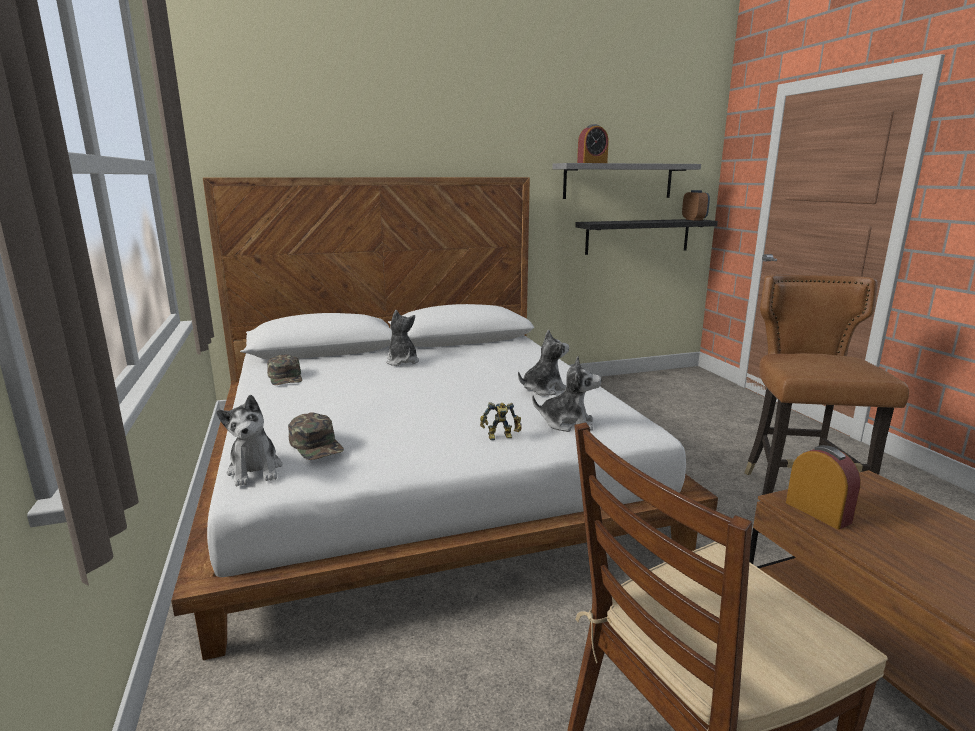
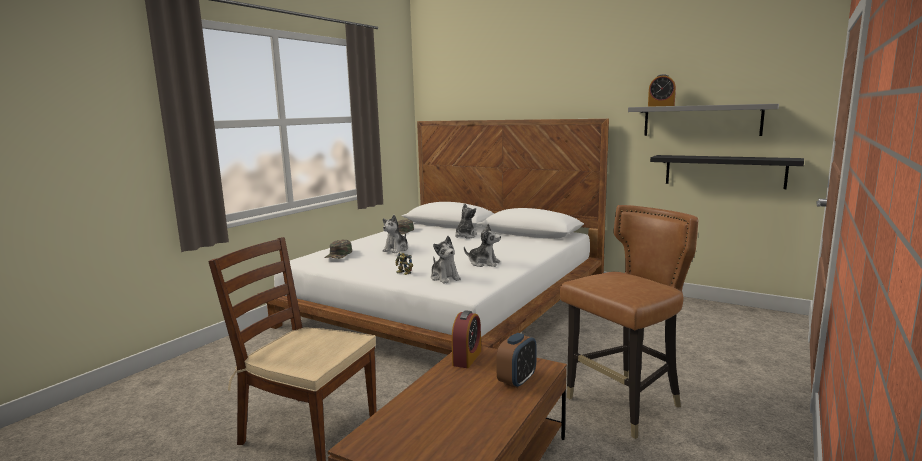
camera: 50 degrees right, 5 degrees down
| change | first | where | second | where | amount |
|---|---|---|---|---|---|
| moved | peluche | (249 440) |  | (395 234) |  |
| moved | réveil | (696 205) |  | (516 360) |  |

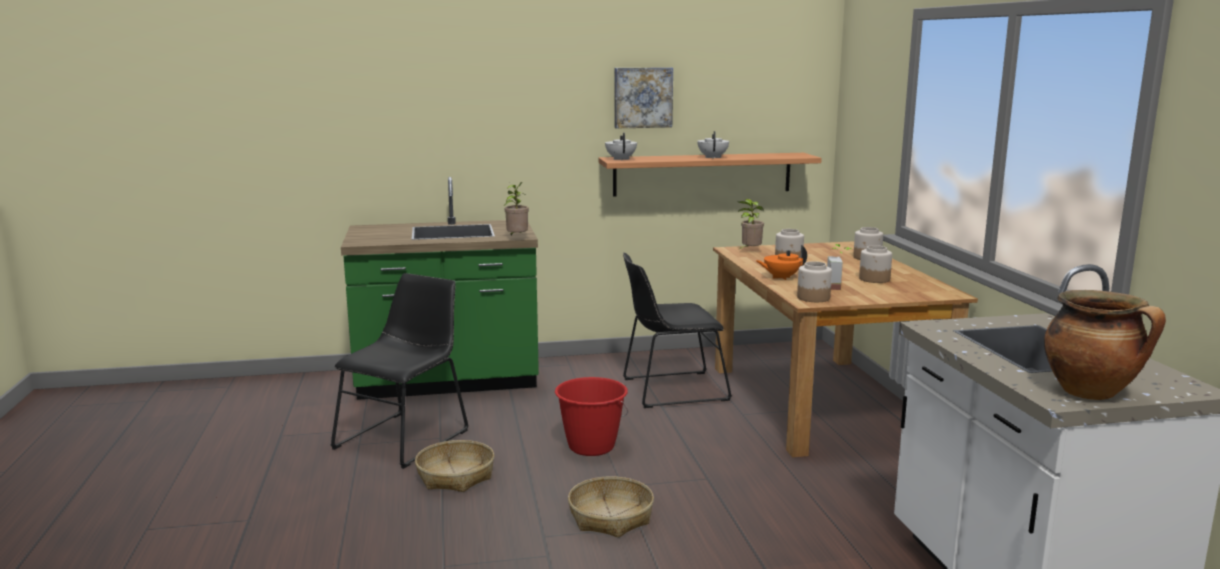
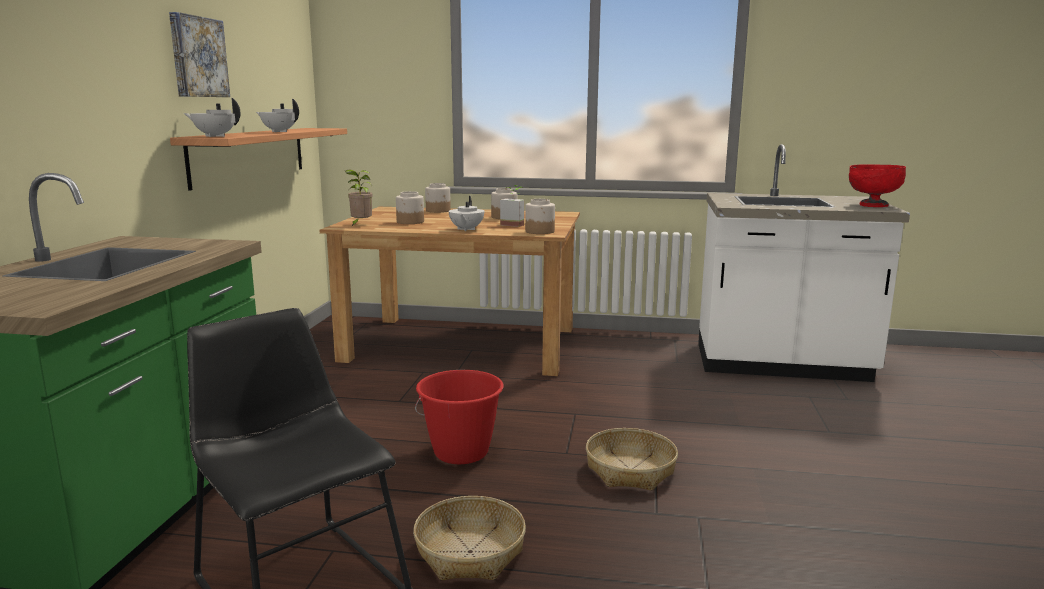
camera: 70 degrees left, 0 degrees up
| change | first | where | second | where | amount |
|---|---|---|---|---|---|
| recoloured | théière (orange) | (781 262) | théière (blanc) | (466 213) |  |
| replaced | marmite | (1105 345) | bol (rouge) | (877 185) |  |
| removed | plante en pot | (516 209) |  |  |  |
| removed | chaise (noir) | (677 330) |  |  |  |

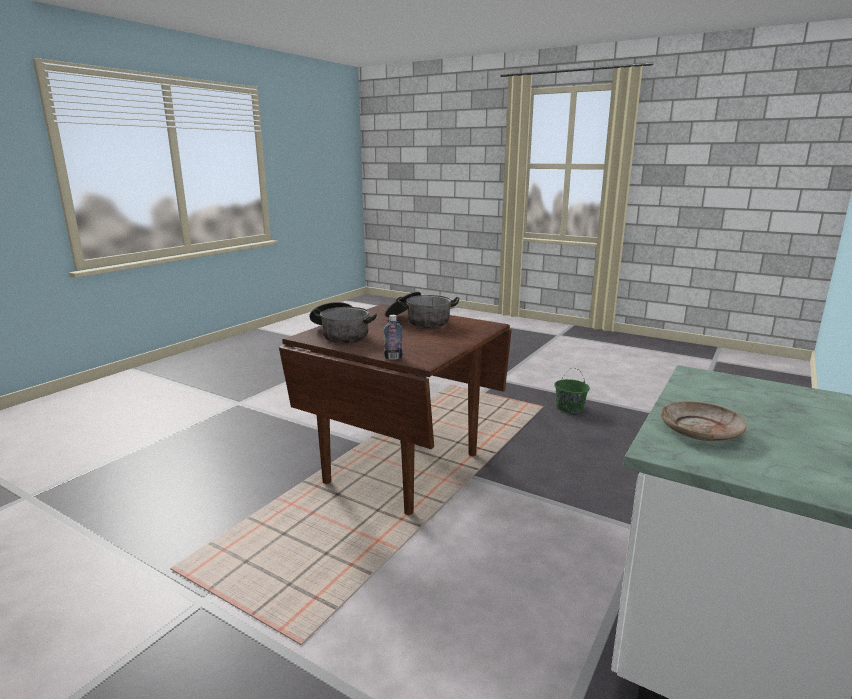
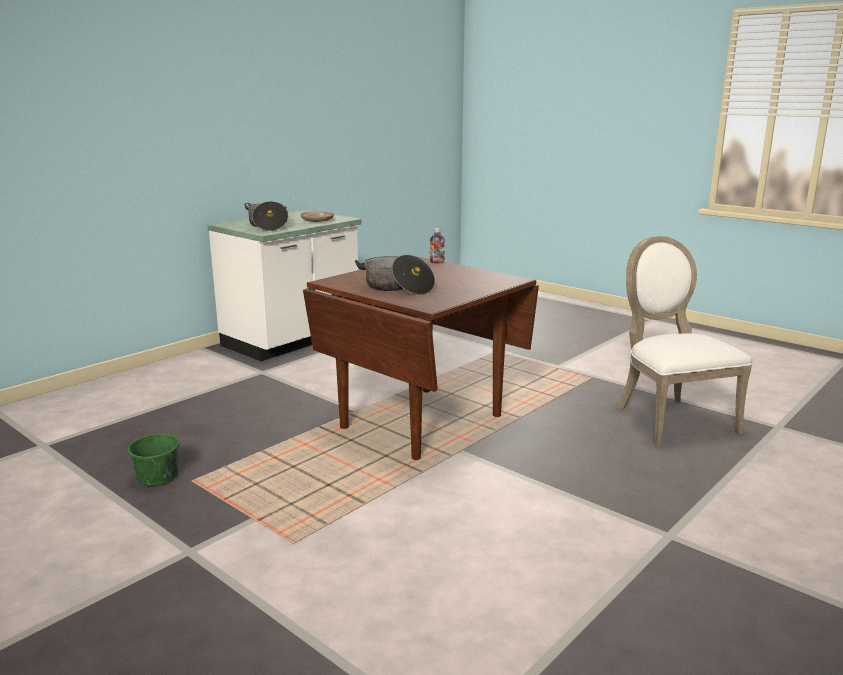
camera: 170 degrees left, 0 degrees up
| change | first | where | second | where | amount |
|---|---|---|---|---|---|
| moved | marmite | (343 322) |  | (266 216) |  |
| added |  |  | chaise (blanc) | (685 341) |  |

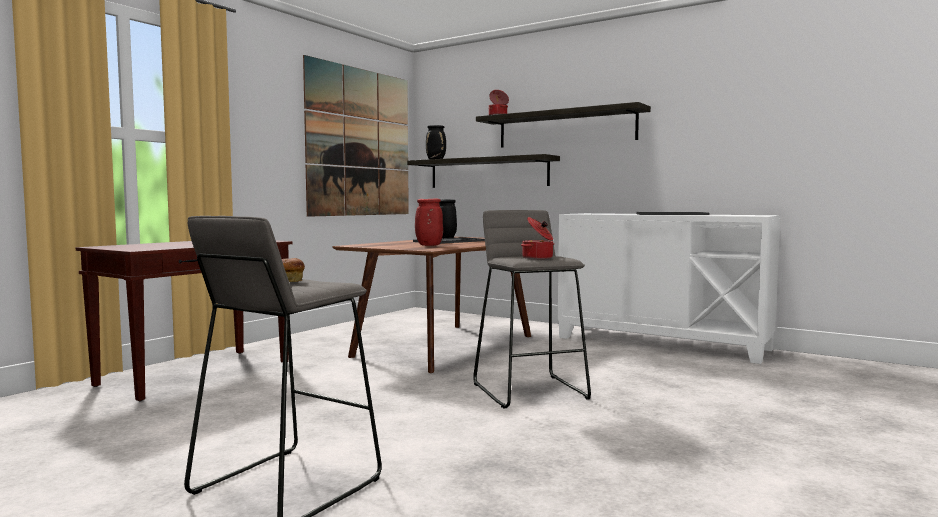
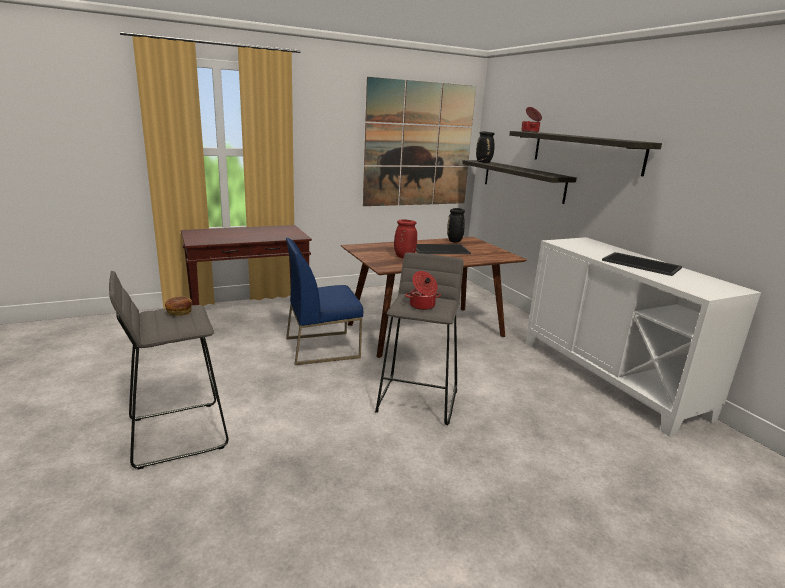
camera: 30 degrees right, 15 degrees up
| change | first | where | second | where | amount |
|---|---|---|---|---|---|
| added |  |  | chaise (bleu) | (324 301) |  |

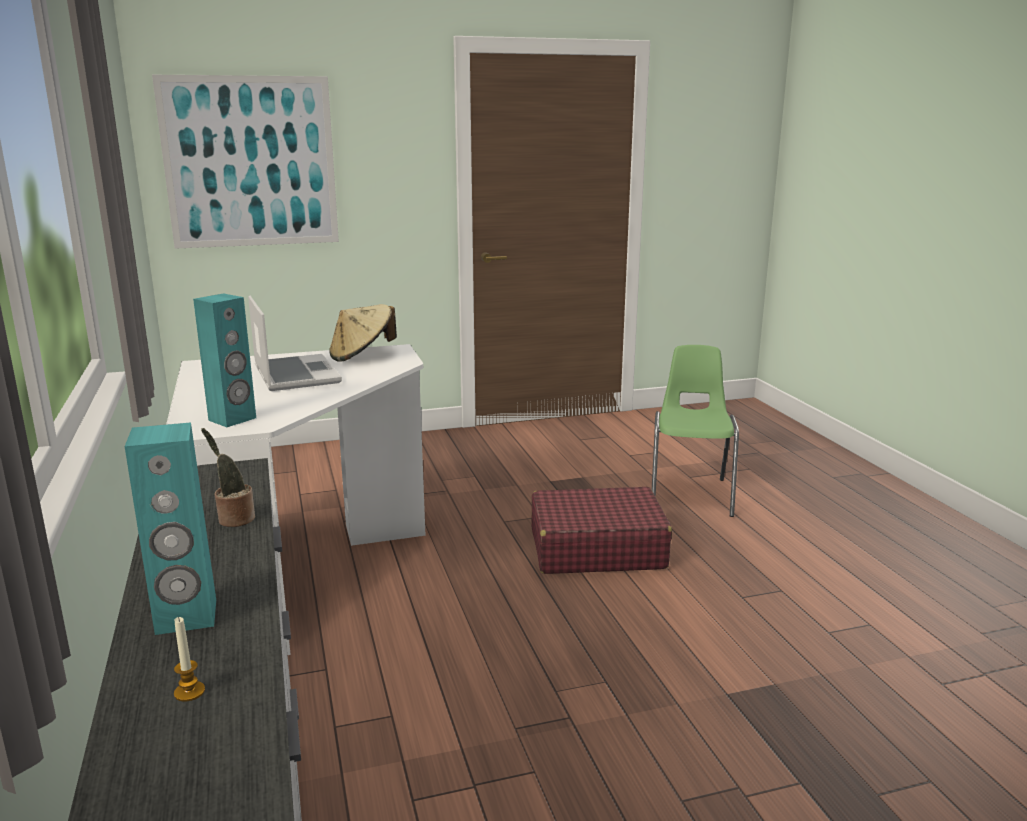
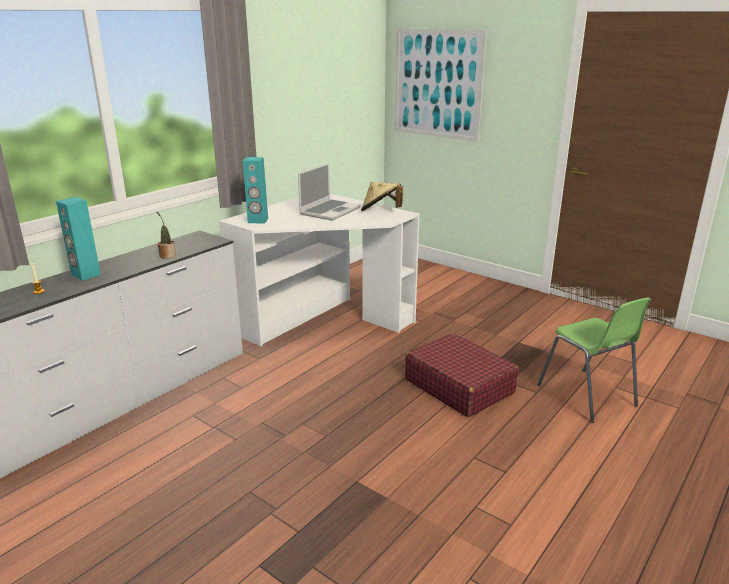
camera: 55 degrees right, 5 degrees up
| change | first | where | second | where | amount |
|---|---|---|---|---|---|
| turned | chaise (vert) | (695 431) |  | (594 360) | 90 degrees clockwise |

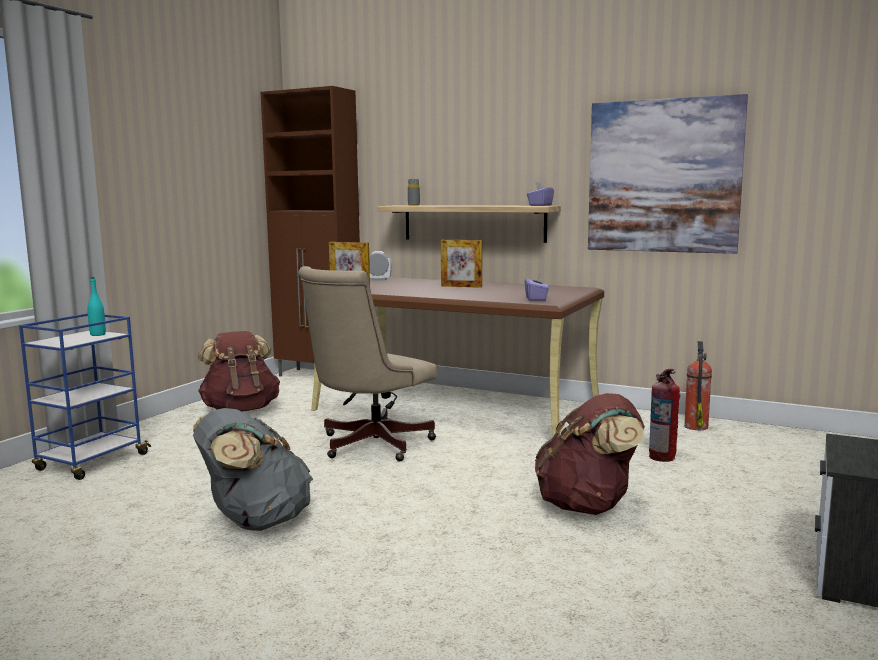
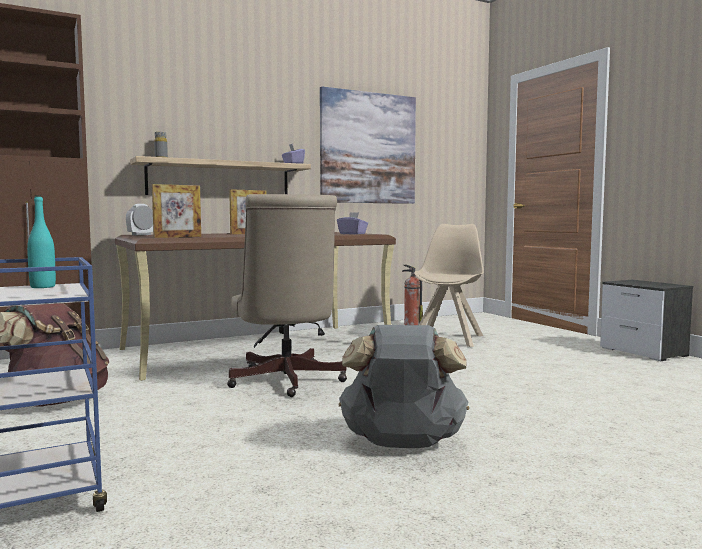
camera: 55 degrees left, 5 degrees down
| change | first | where | second | where | amount |
|---|---|---|---|---|---|
| replaced | extincteur | (664 415) | chaise (beige) | (449 285) |  |
| removed | sac à dos (marron) | (590 454) |  |  |  |

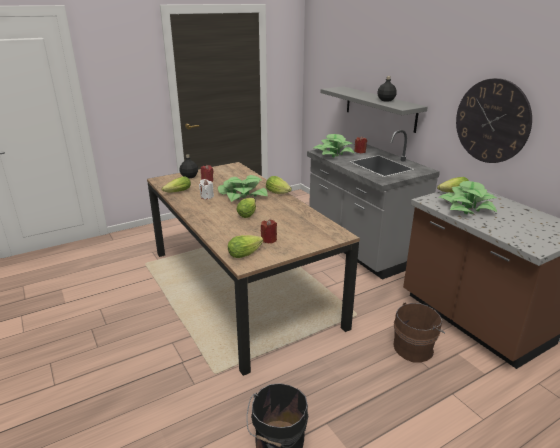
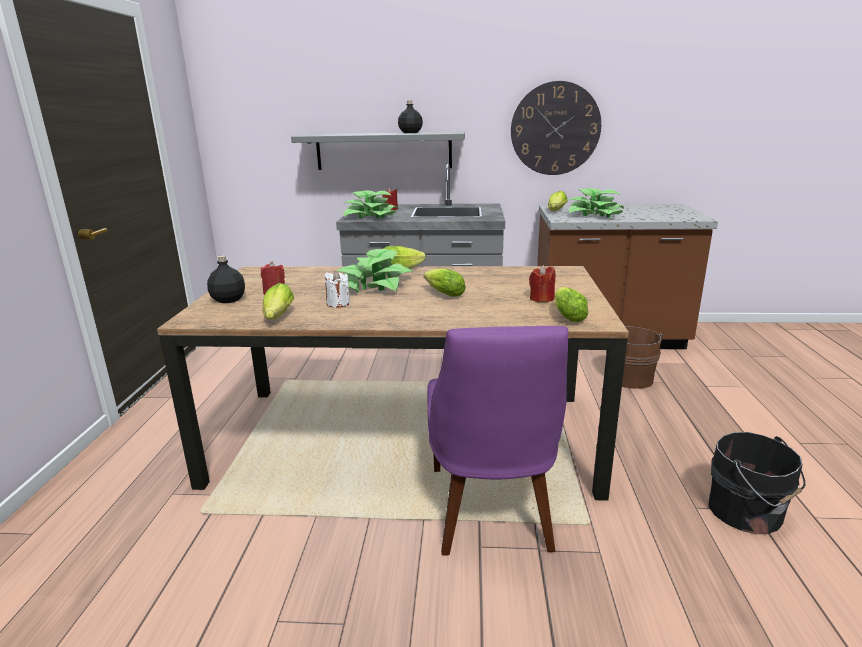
camera: 55 degrees left, 5 degrees down
| change | first | where | second | where | amount |
|---|---|---|---|---|---|
| added |  |  | chaise (violet) | (497 441) |  |

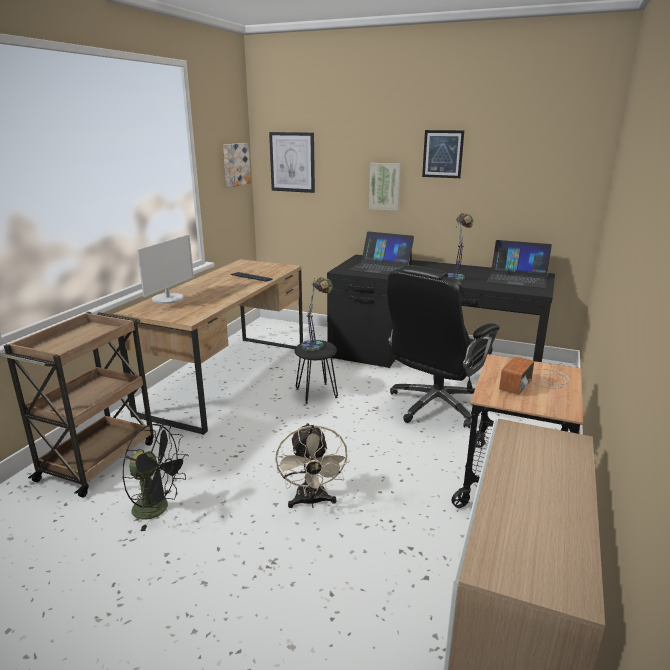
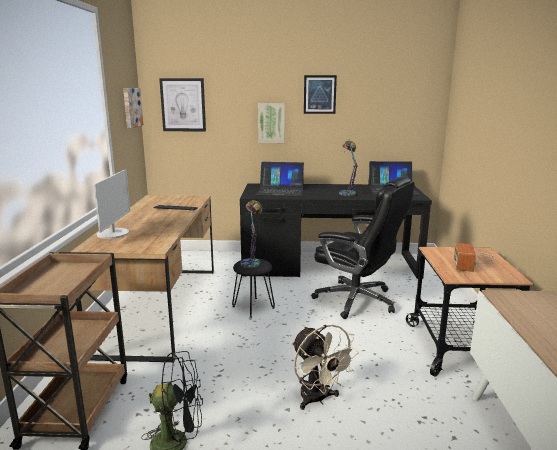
camera: 20 degrees left, 5 degrees down
| change | first | where | second | where | amount |
|---|---|---|---|---|---|
| turned | chaise de bureau (noir) | (443 346) |  | (363 248) | 75 degrees counterclockwise |

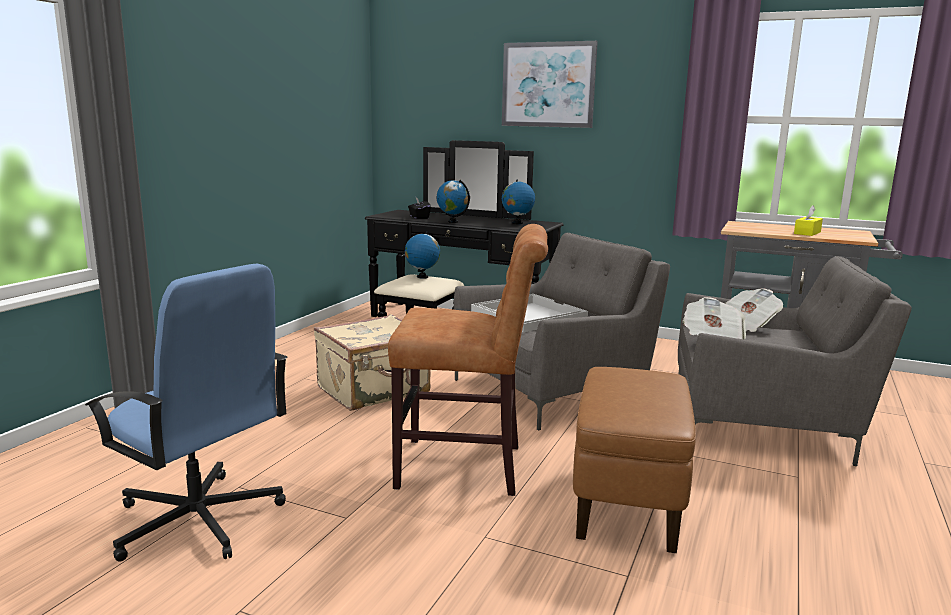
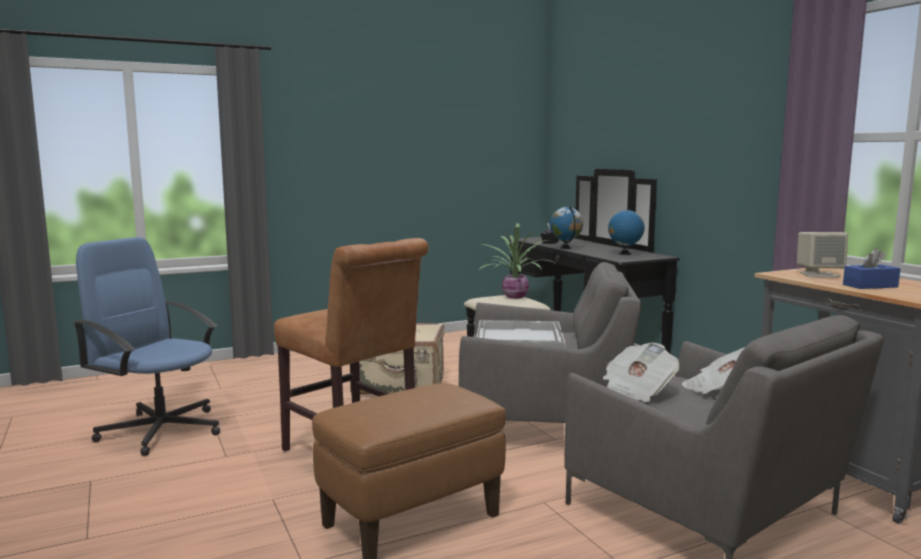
camera: 40 degrees right, 5 degrees down
| change | first | where | second | where | amount |
|---|---|---|---|---|---|
| turned | chaise de bureau (bleu) | (186 413) |  | (147 346) | 135 degrees clockwise |
| replaced | globe | (422 255) | plante en pot | (518 261) |  |
| added |  |  | enceinte (beige) | (822 254) |  |
| recoloured | boîte à mouchoirs (jaune) | (808 221) | boîte à mouchoirs (bleu) | (872 268) |  |
| removed | tableau | (550 84) |  |  |  |

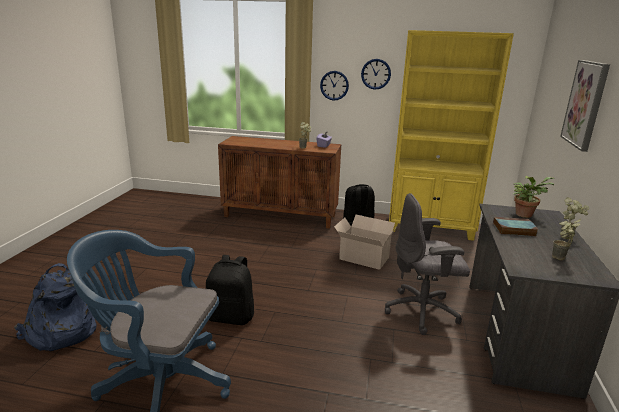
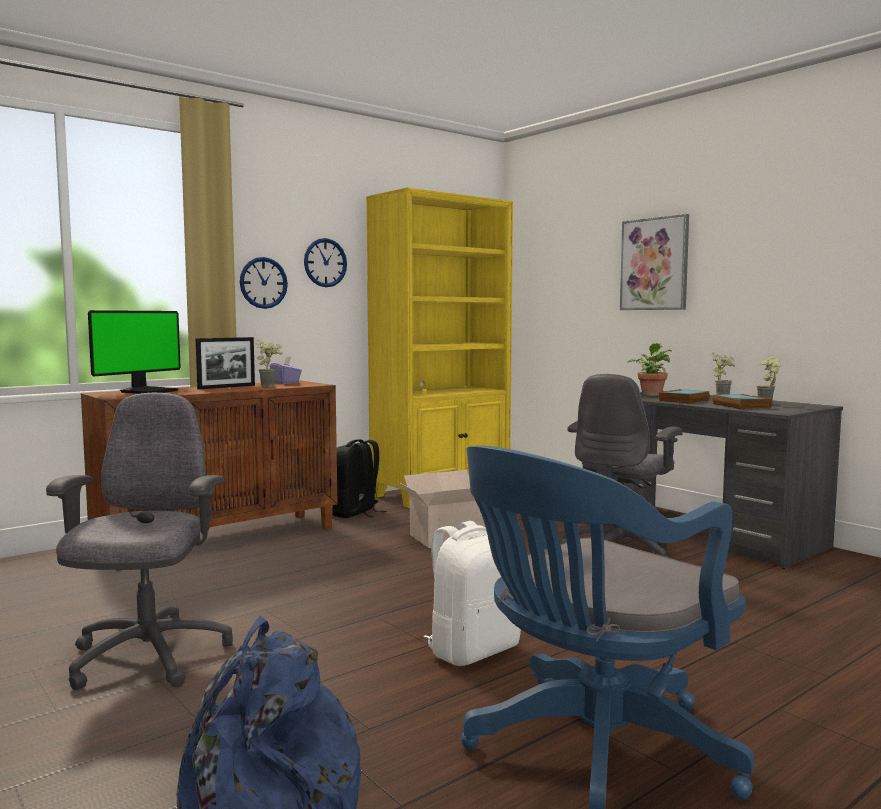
camera: 50 degrees left, 15 degrees down
| change | first | where | second | where | amount |
|---|---|---|---|---|---|
| added |  |  | chaise de bureau (gris) | (139 541) |  |
| added |  |  | écran d'ordinateur | (134 352) |  |
| added |  |  | cadre photo | (225 363) |  |
| recoloured | sac à dos (noir) | (230 290) | sac à dos (blanc) | (472 593) |  |
| added |  |  | livre | (742 402) |  |

